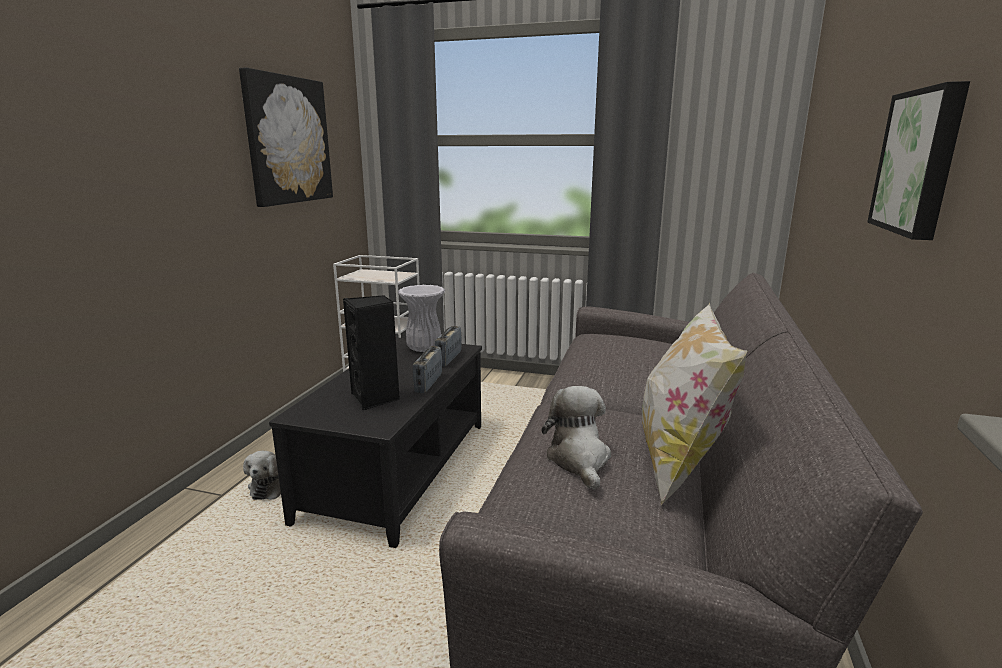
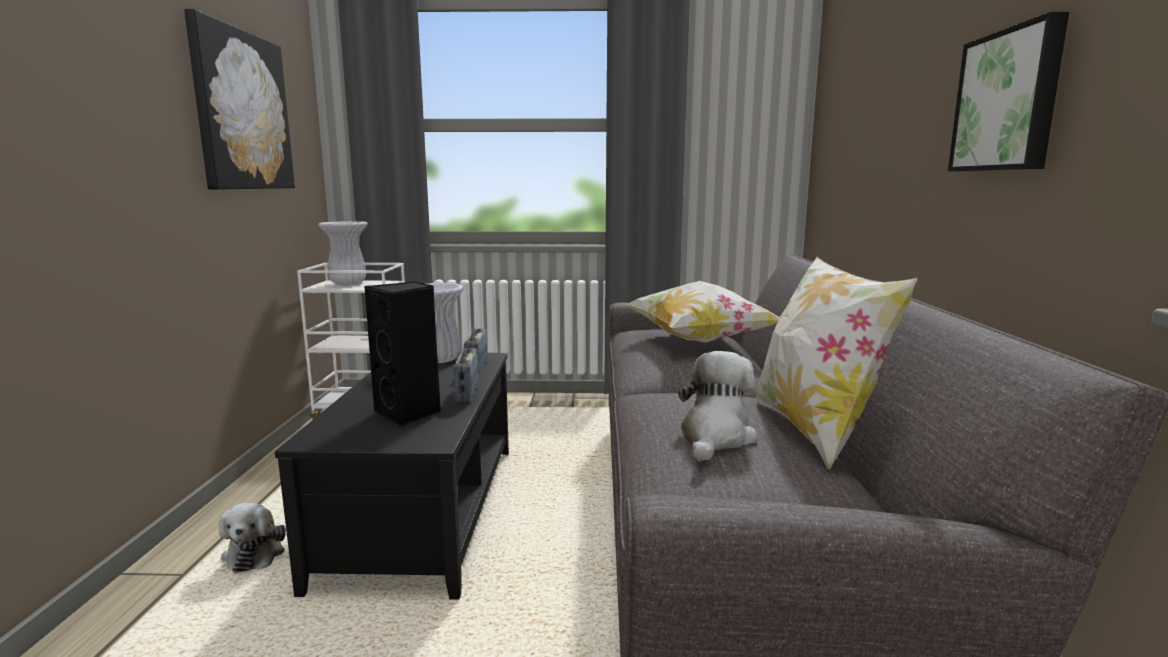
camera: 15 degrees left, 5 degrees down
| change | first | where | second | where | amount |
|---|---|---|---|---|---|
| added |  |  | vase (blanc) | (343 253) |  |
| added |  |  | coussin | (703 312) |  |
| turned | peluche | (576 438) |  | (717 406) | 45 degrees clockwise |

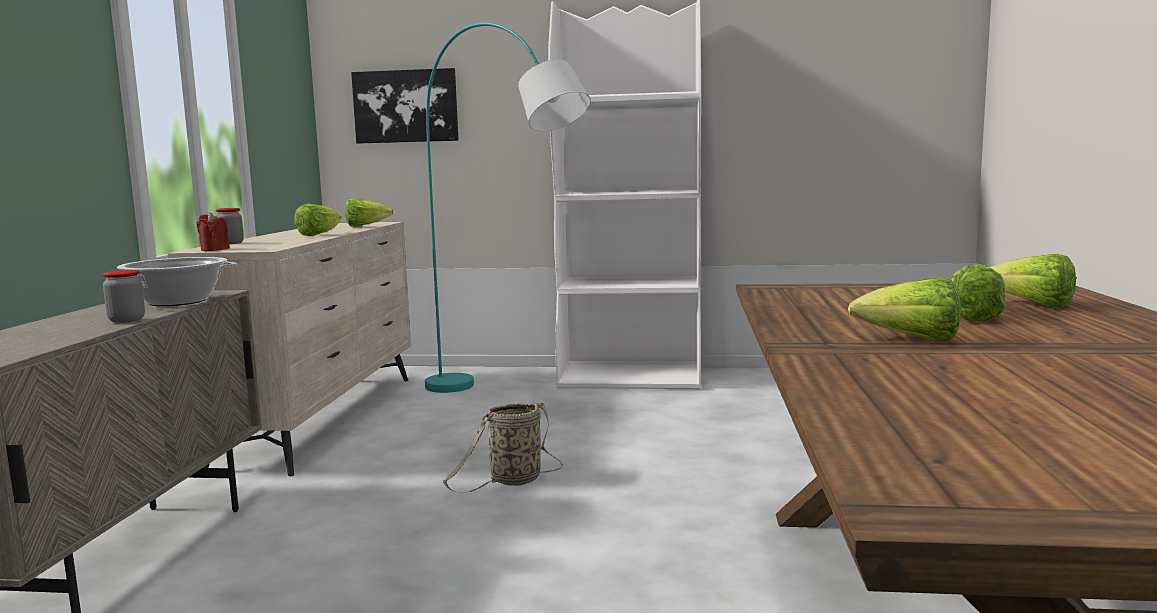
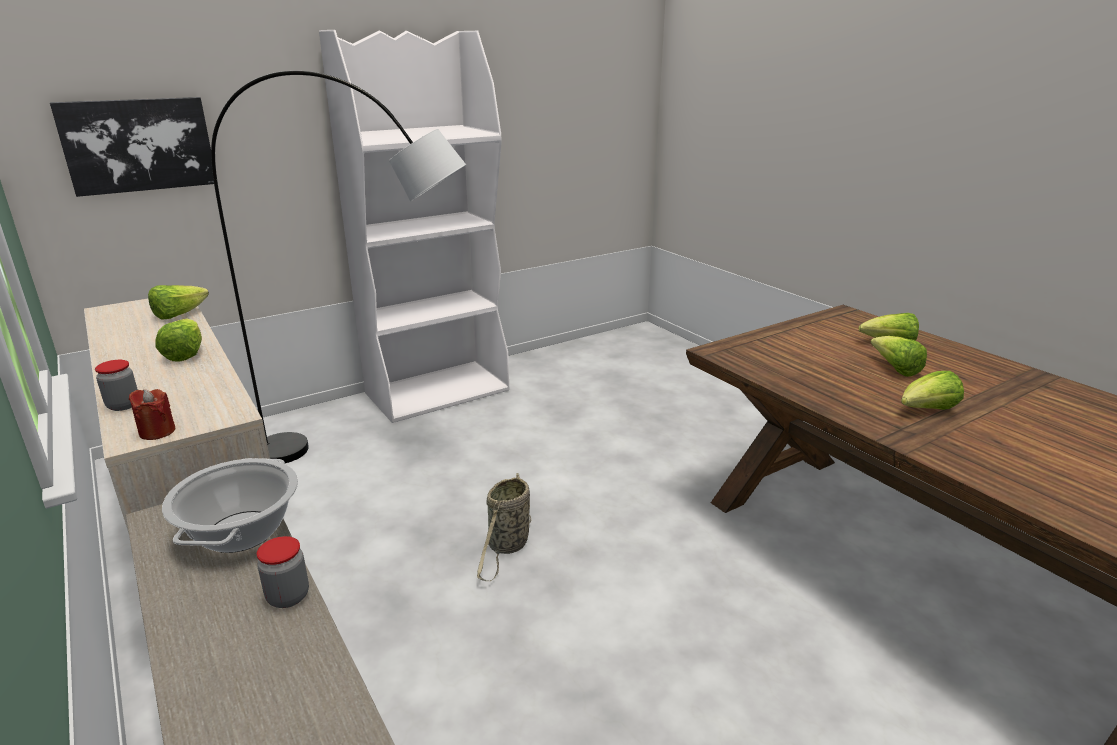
camera: 40 degrees left, 15 degrees up
| change | first | where | second | where | amount |
|---|---|---|---|---|---|
| recoloured | lampadaire (turquoise) | (508 207) | lampadaire (gris) | (338 267) |  |

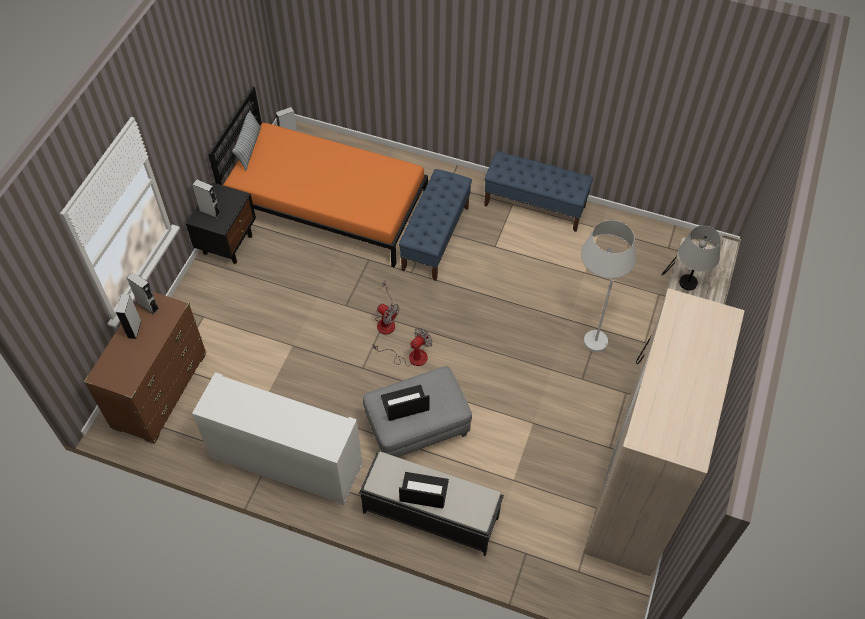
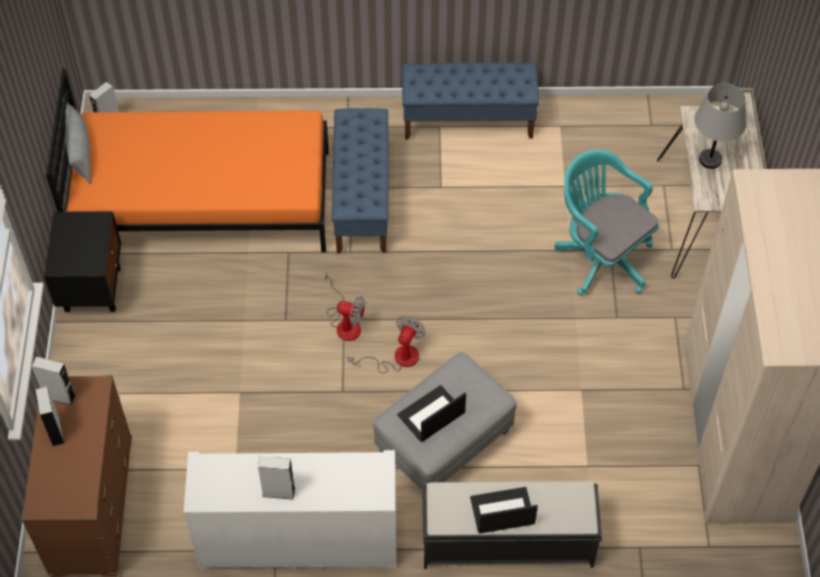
camera: 20 degrees left, 0 degrees up
| change | first | where | second | where | amount |
|---|---|---|---|---|---|
| moved | enceinte (gris) | (206 198) |  | (276 478) |  |
| replaced | lampadaire (blanc) | (608 286) | chaise de bureau (turquoise) | (607 222) |  |

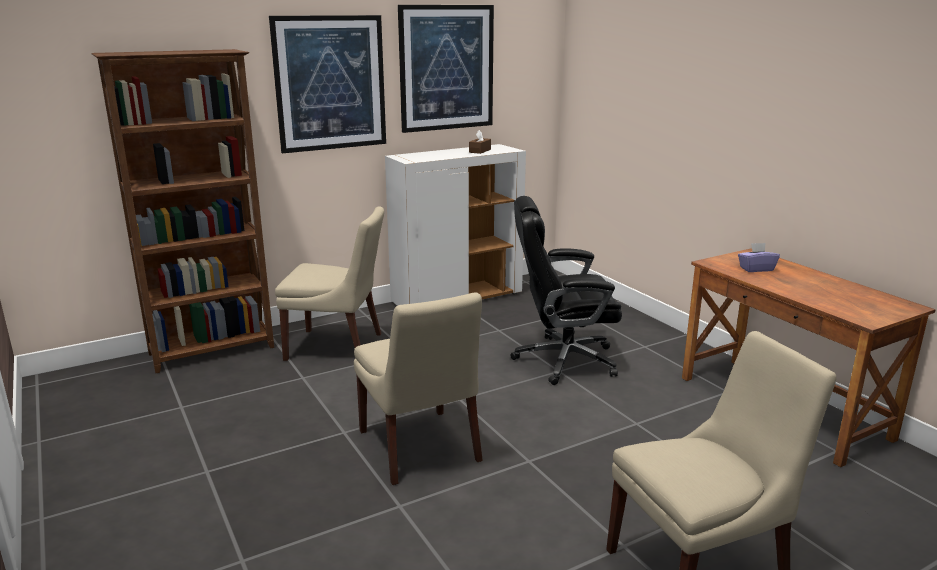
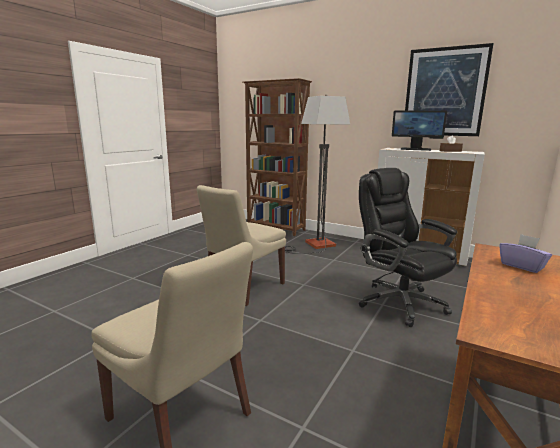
camera: 60 degrees right, 5 degrees down
| change | first | where | second | where | amount |
|---|---|---|---|---|---|
| replaced | chaise (beige) | (329 284) | lampadaire | (317 174) |  |
| added |  |  | écran d'ordinateur | (419 130) |  |
| removed | tableau | (327 84) |  |  |  |

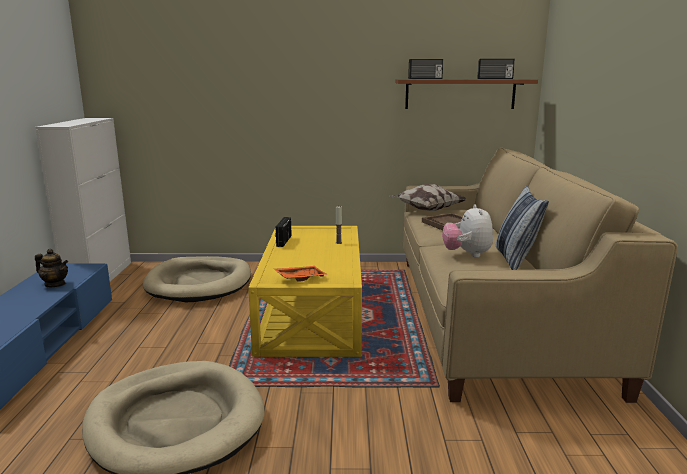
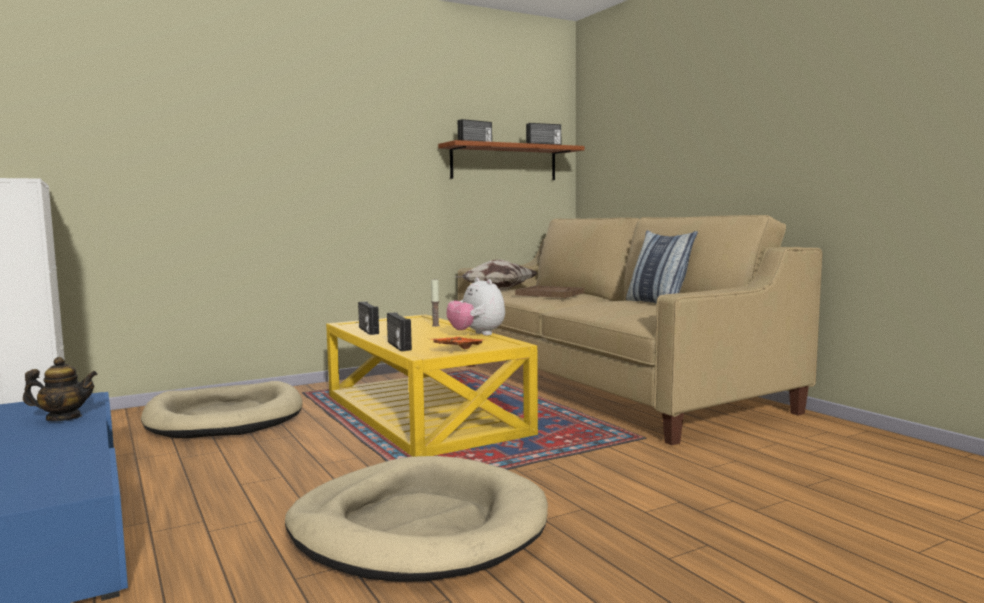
camera: 30 degrees left, 10 degrees down
| change | first | where | second | where | amount |
|---|---|---|---|---|---|
| added |  |  | radio | (399 331) |  |
| moved | peluche | (467 231) |  | (476 307) |  |

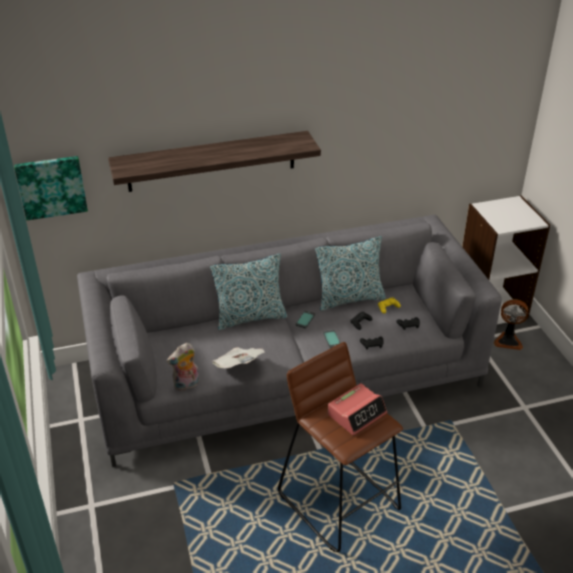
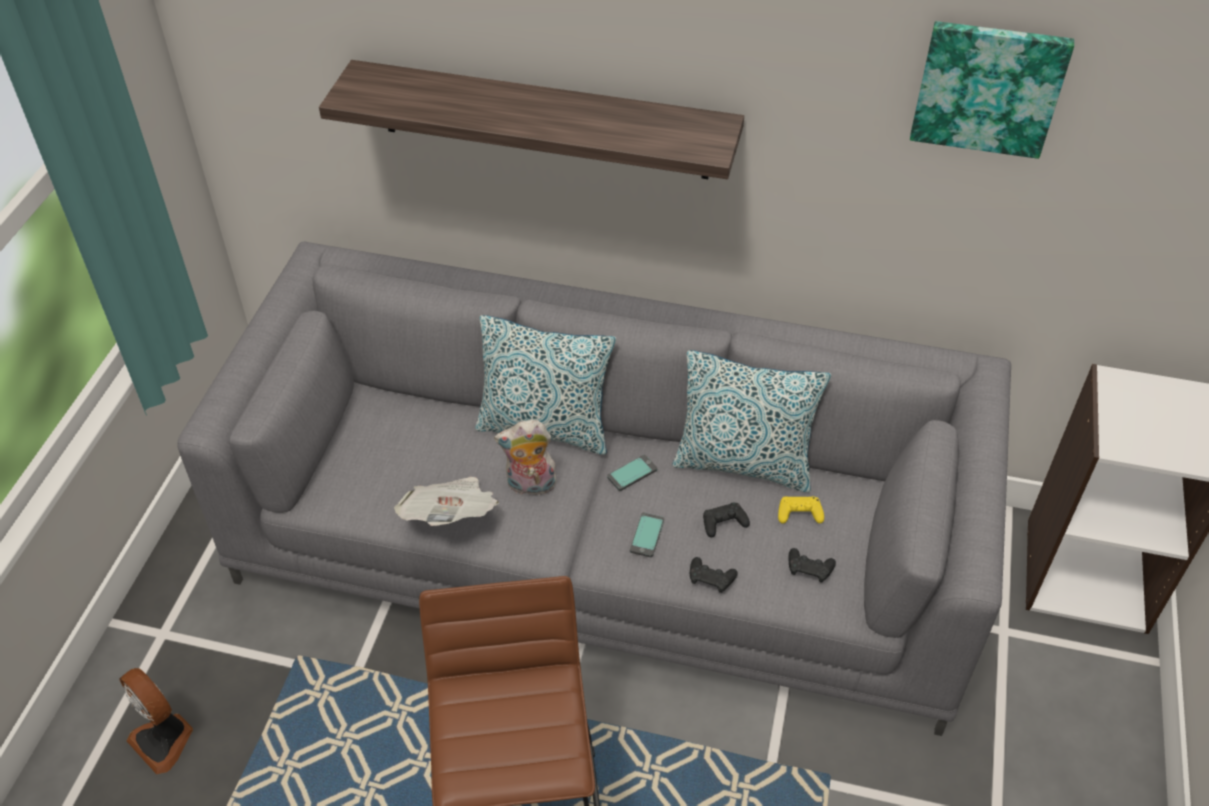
camera: 30 degrees right, 10 degrees up
| change | first | where | second | where | amount |
|---|---|---|---|---|---|
| moved | ventilateur | (511 324) |  | (156 721) |  |
| moved | peluche | (183 367) |  | (525 457) |  |
| moved | tableau | (51 188) |  | (992 90) |  |
| removed | réveil | (357 409) |  |  |  |

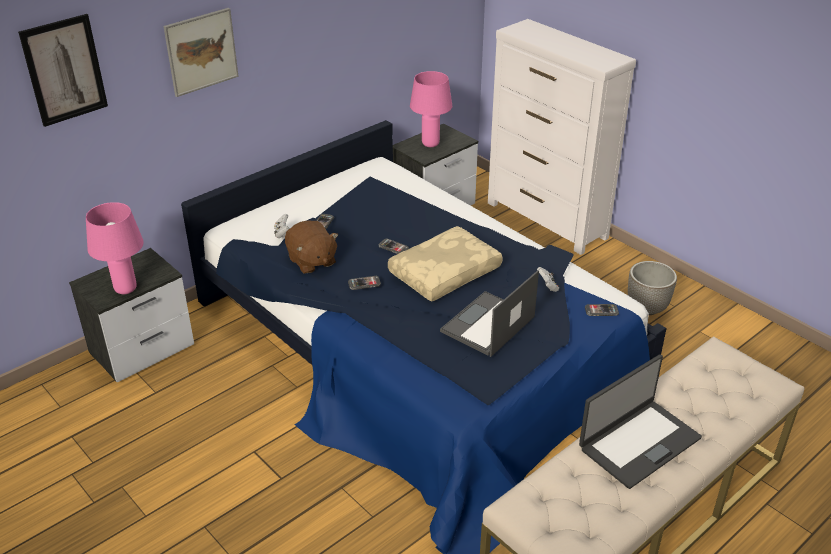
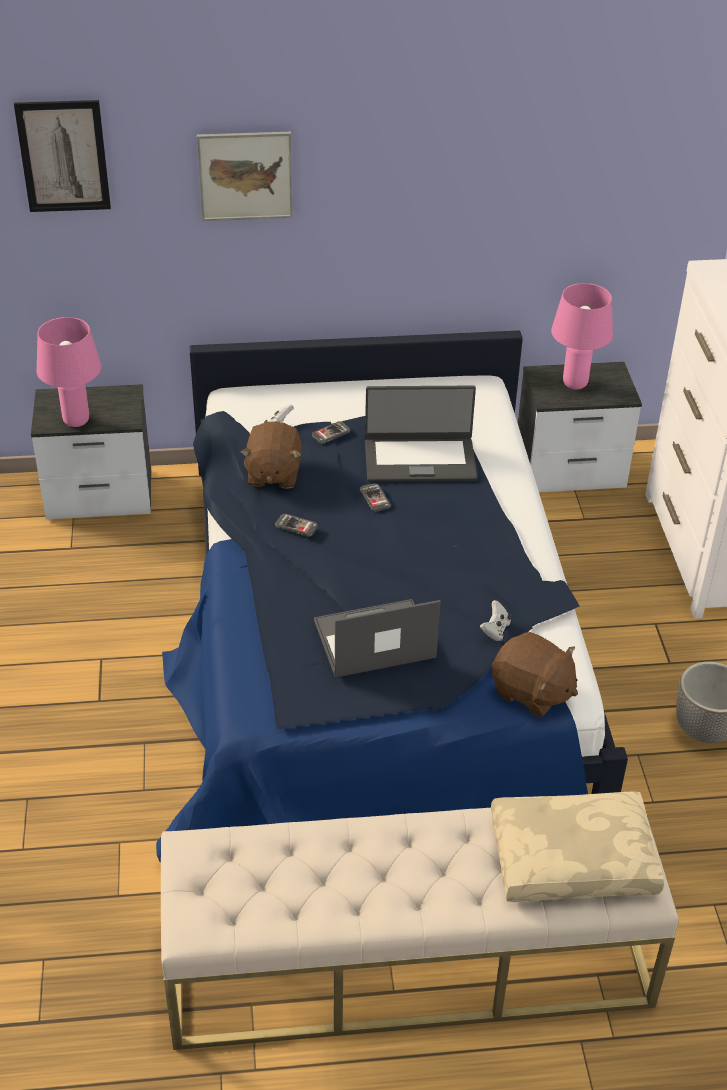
camera: 35 degrees right, 5 degrees up
| change | first | where | second | where | amount |
|---|---|---|---|---|---|
| moved | ordinateur portable | (640 422) |  | (421 434) |  |
| moved | coussin (beige) | (445 264) |  | (577 846) |  |
| replaced | téléphone | (602 310) | peluche (marron) | (535 674) |  |

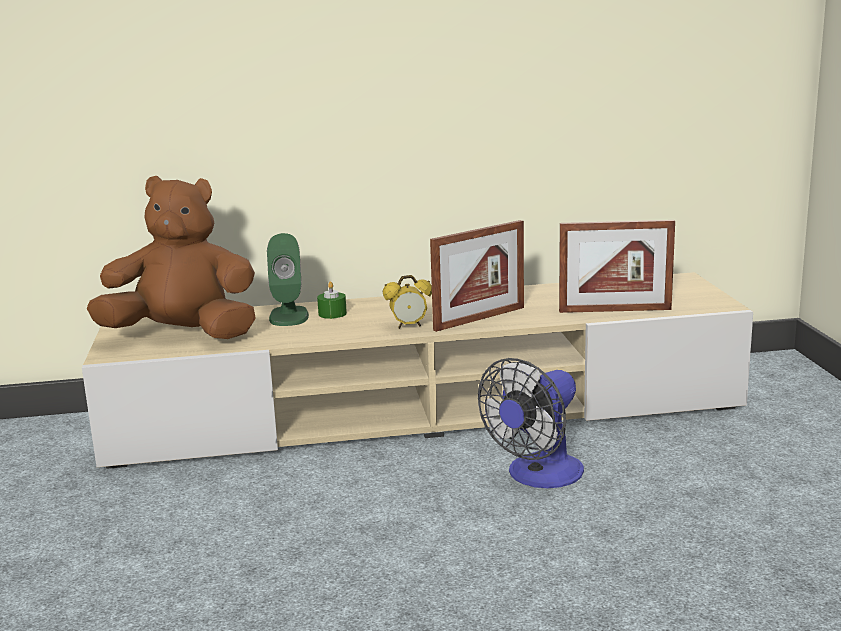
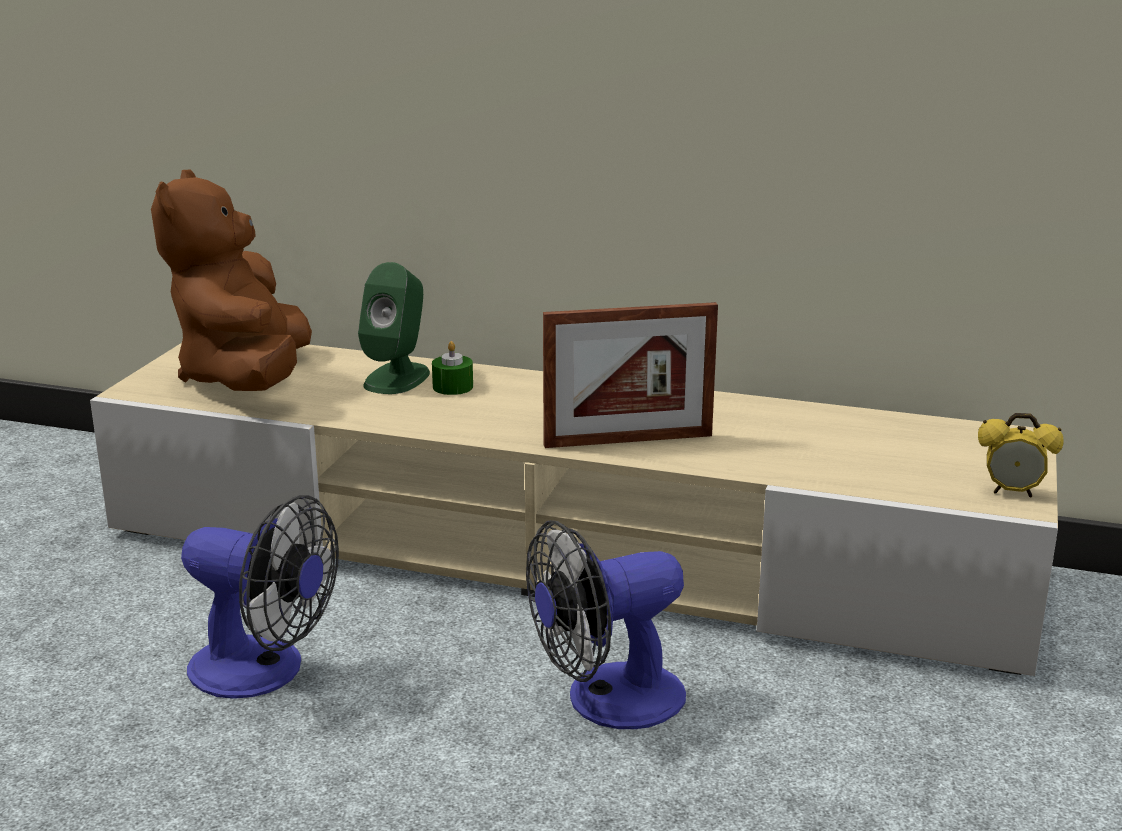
camera: 25 degrees right, 5 degrees up
| change | first | where | second | where | amount |
|---|---|---|---|---|---|
| turned | peluche (marron) | (171 257) |  | (231 280) | 120 degrees counterclockwise |
| added |  |  | ventilateur | (260 597) |  |
| moved | réveil | (407 302) |  | (1021 455) |  |
| removed | cadre photo | (617 266) |  |  |  |

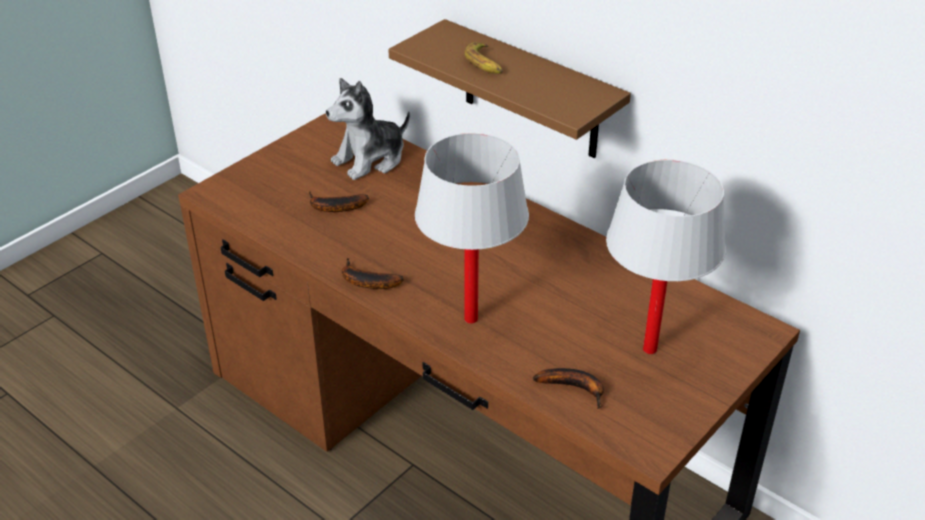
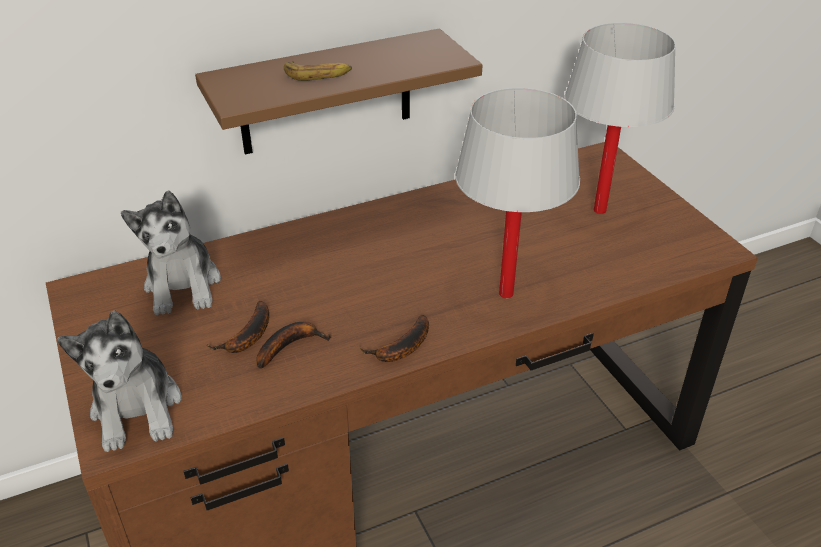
camera: 65 degrees left, 0 degrees up
| change | first | where | second | where | amount |
|---|---|---|---|---|---|
| added |  |  | peluche | (119 381) |  |
| moved | banane | (568 388) |  | (293 345) |  |

